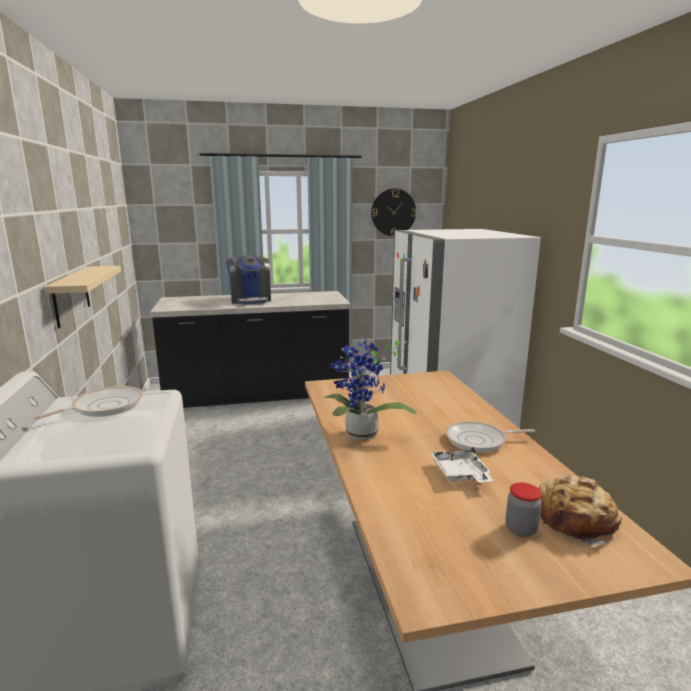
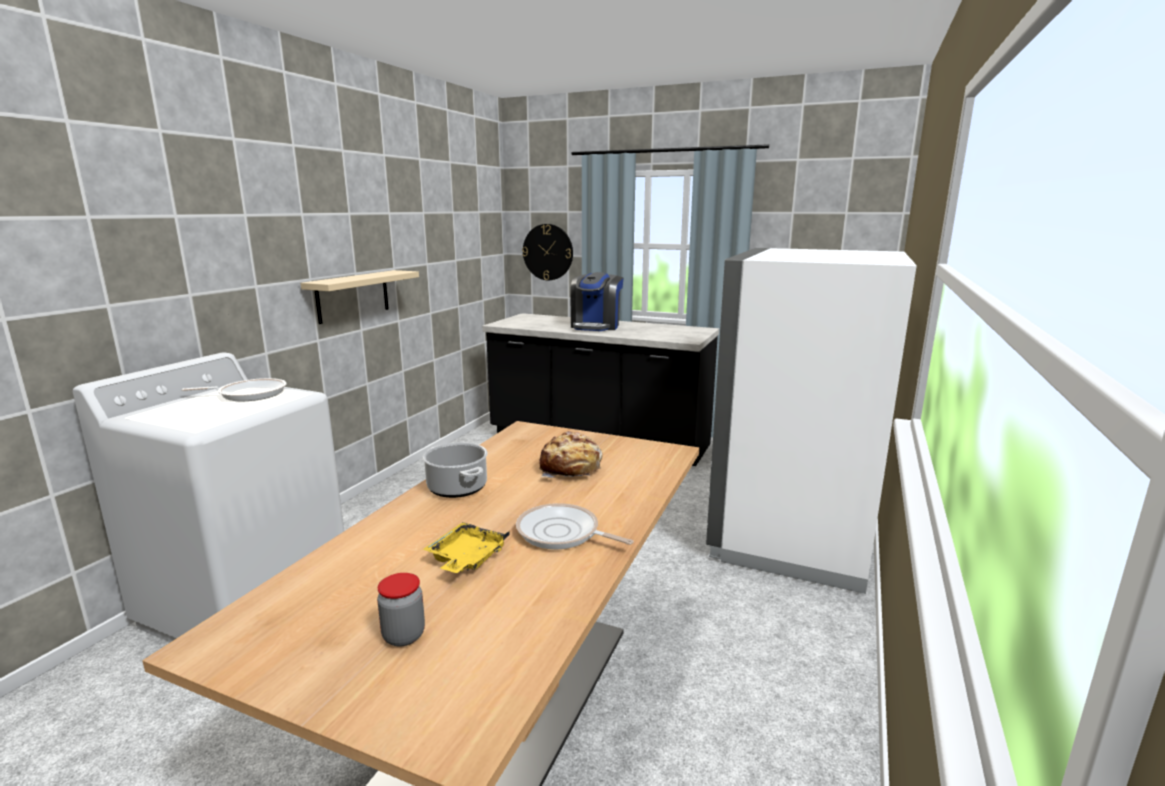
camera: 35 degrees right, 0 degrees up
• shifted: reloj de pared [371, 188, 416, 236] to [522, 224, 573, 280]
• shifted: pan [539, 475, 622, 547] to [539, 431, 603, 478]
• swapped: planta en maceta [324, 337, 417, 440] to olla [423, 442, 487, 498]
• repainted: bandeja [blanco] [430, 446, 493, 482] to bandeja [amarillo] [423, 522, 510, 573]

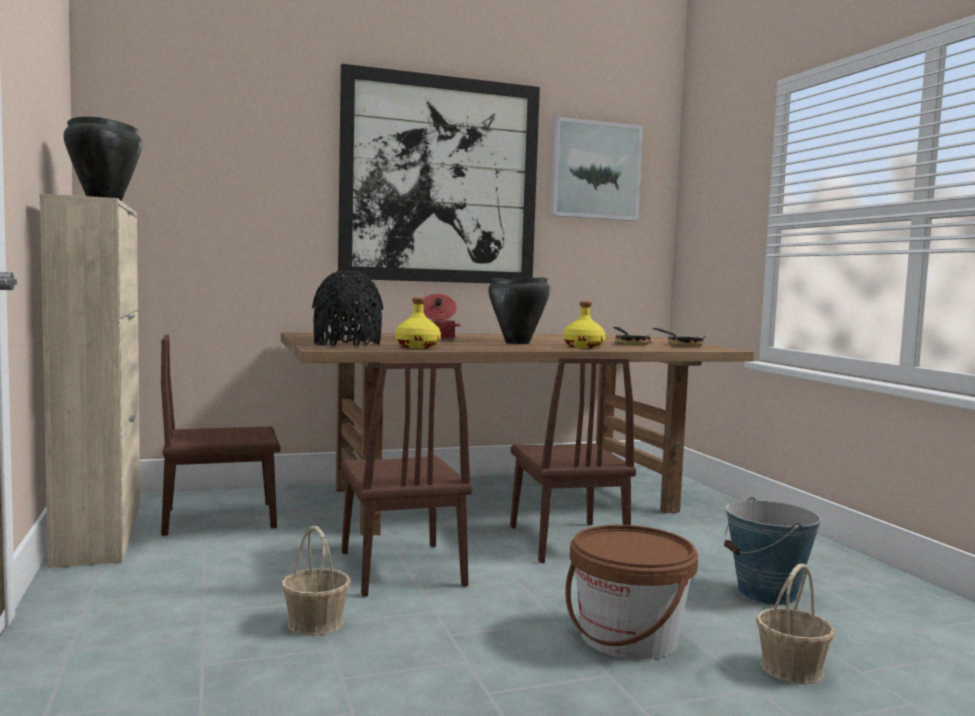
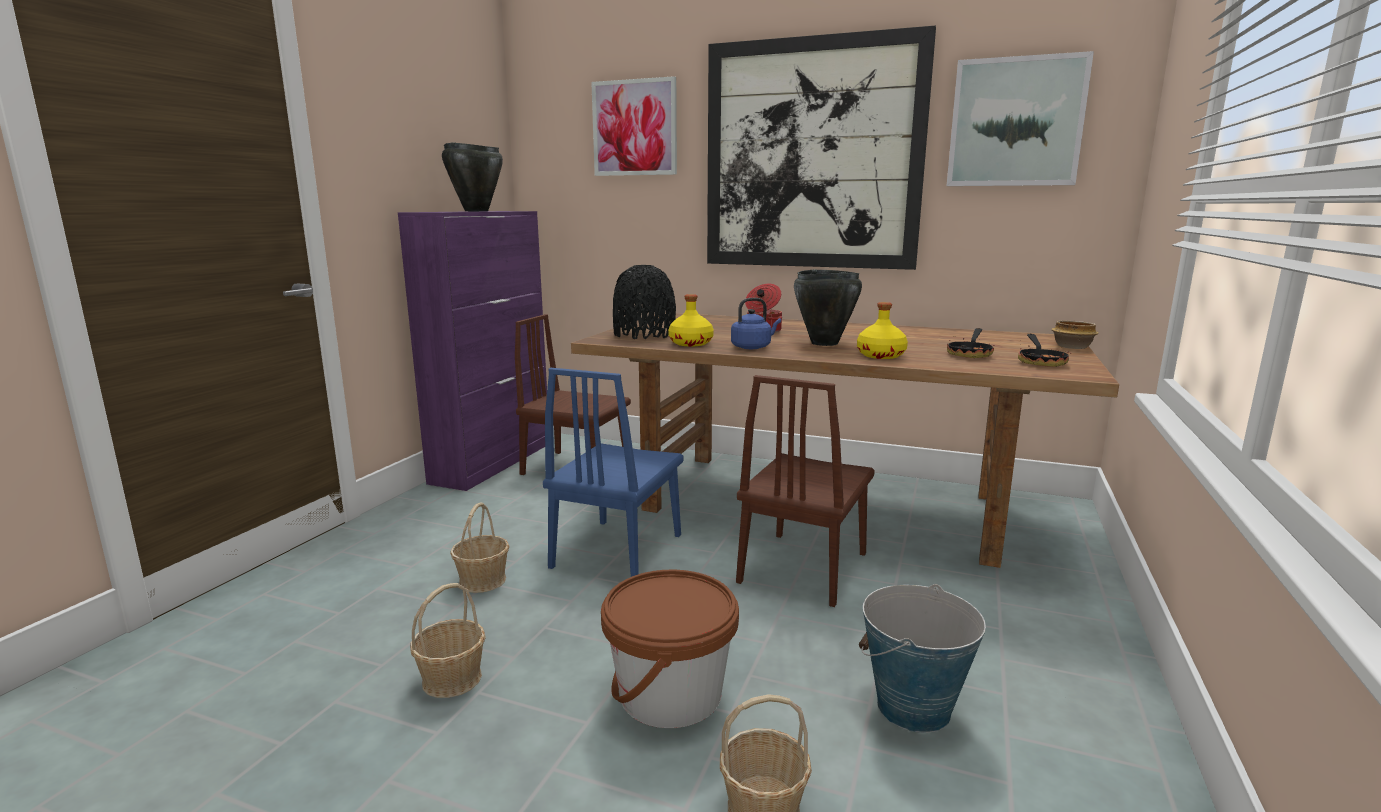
camera: 40 degrees right, 10 degrees up
• new: cesta [410, 583, 486, 698]
• new: cuadro [591, 76, 677, 176]
• new: hervidor [azul] [731, 298, 781, 349]
• new: cuenco [1051, 321, 1099, 349]
• repainted: armario [beis] [39, 194, 140, 568] to armario [morado] [398, 211, 547, 491]
• repainted: silla [marrón] [341, 362, 472, 597] to silla [azul] [543, 368, 683, 577]

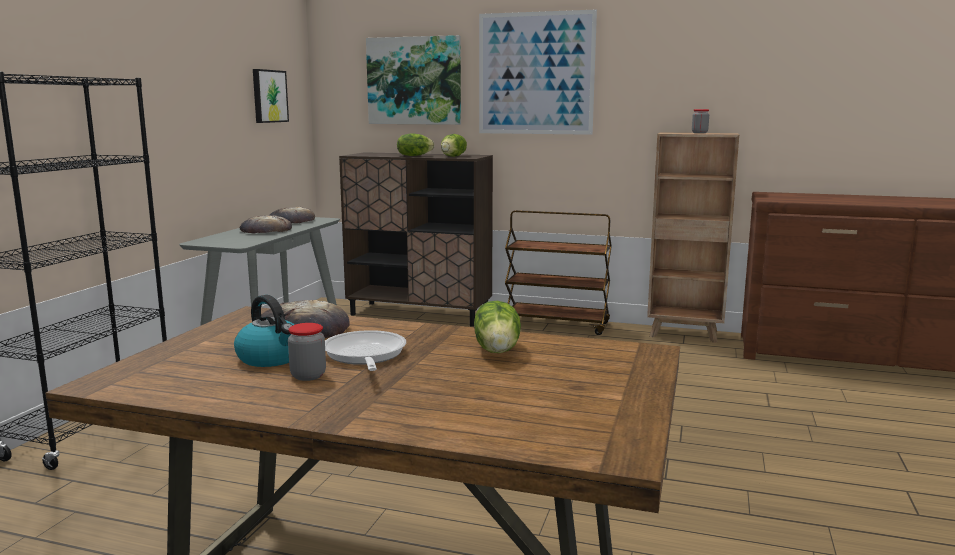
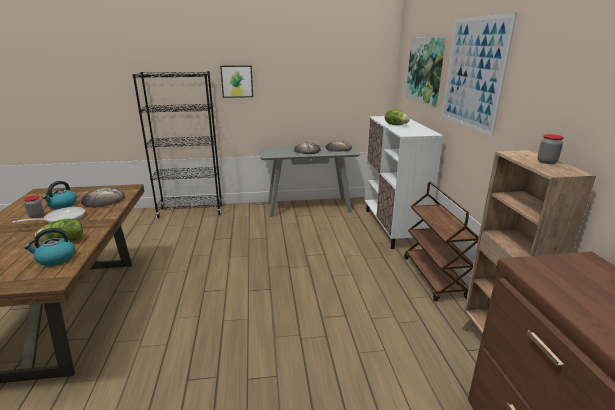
camera: 65 degrees right, 10 degrees up
• gone: lechuga [441, 134, 467, 157]
• new: hervidor [24, 228, 75, 266]
• shifted: cuadro [253, 69, 289, 123] to [220, 65, 253, 98]
• repainted: armario [marrón] [339, 152, 493, 327] to armario [blanco] [364, 116, 443, 249]

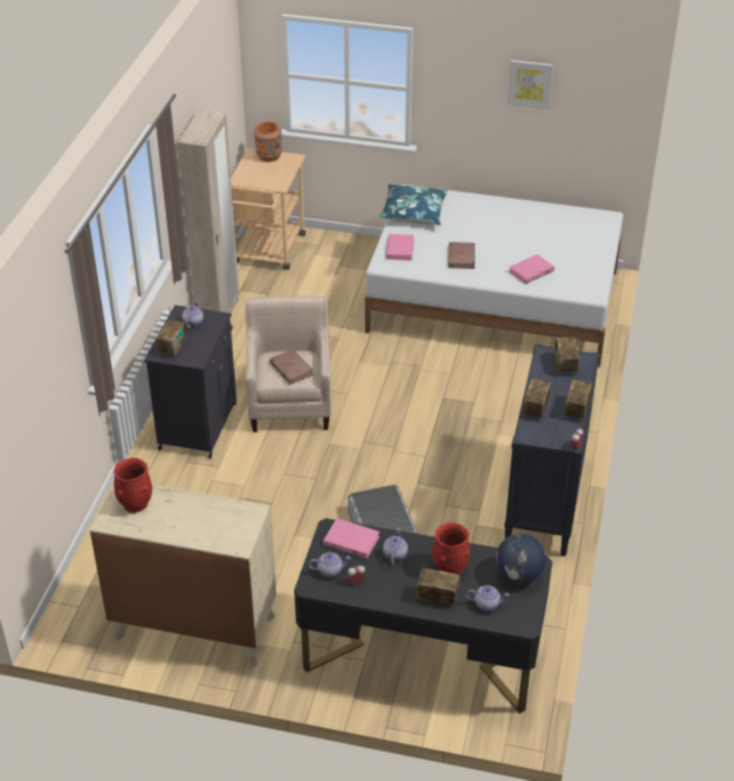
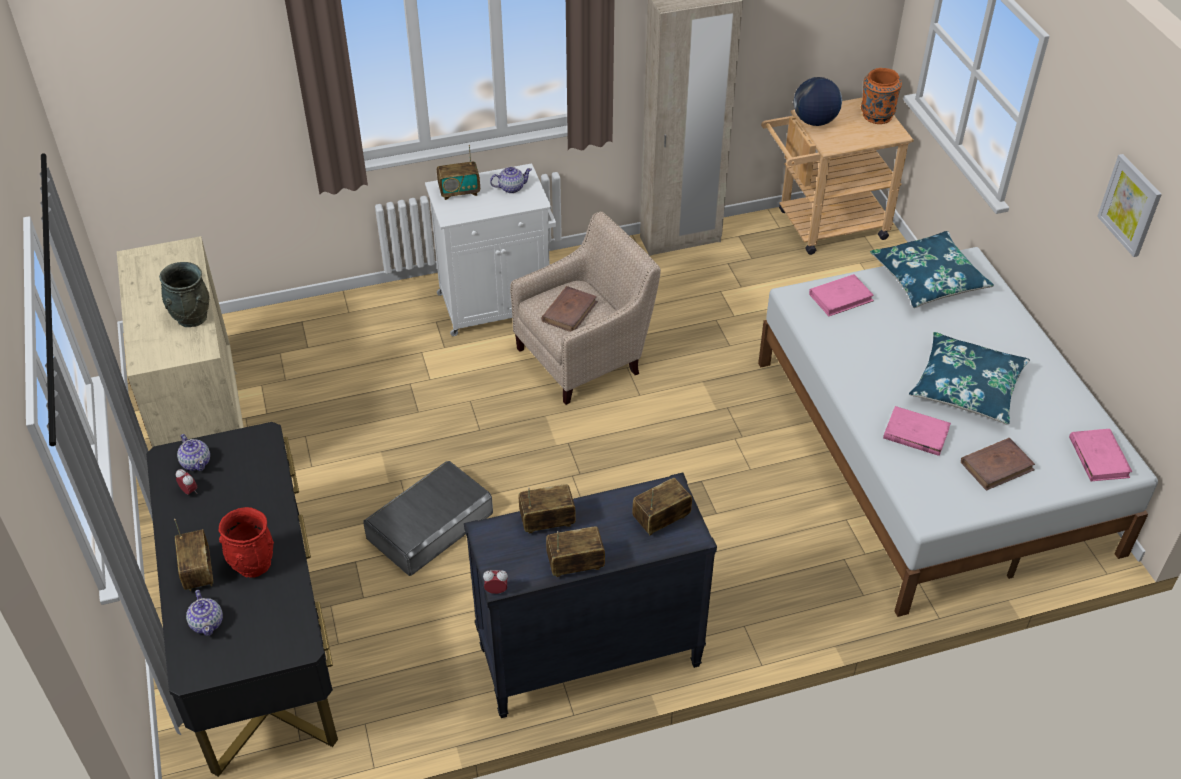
camera: 60 degrees right, 5 degrees up
• gone: florero [rojo] [114, 458, 152, 513]
• gone: tetera [383, 528, 408, 564]
• new: florero [gris] [159, 262, 209, 327]
• new: cojín [azul] [909, 332, 1030, 425]
• shifted: libro [rosa] [323, 518, 380, 559] to [1069, 429, 1133, 481]
• shifted: libro [marrón] [448, 242, 475, 269] to [961, 438, 1035, 491]
• shifted: globo terráqueo [496, 533, 546, 584] to [794, 77, 842, 126]
• repainted: armario [negro] [144, 305, 237, 459] to armario [blanco] [425, 163, 556, 336]

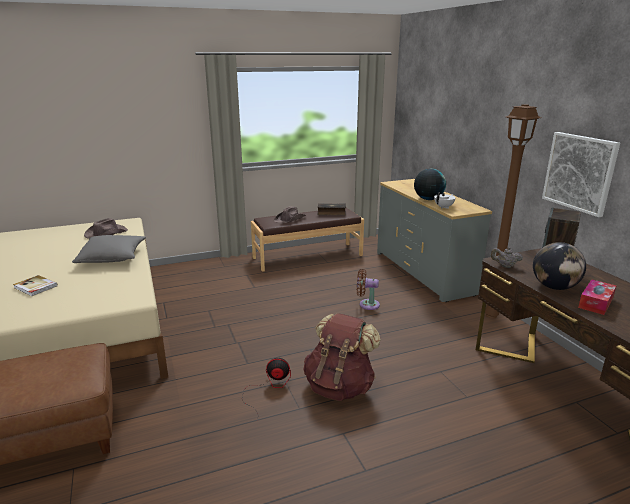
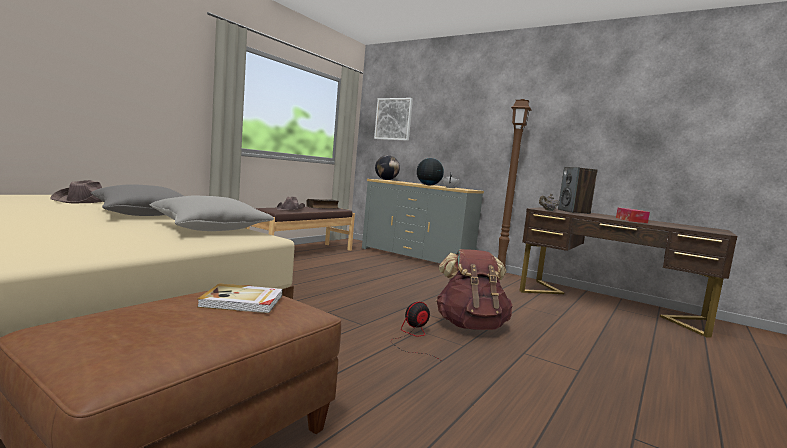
camera: 35 degrees left, 15 degrees down
• gone: ventilador [marrón] [357, 269, 380, 310]
• new: cojín [gris] [149, 196, 274, 231]
• shifted: libro [13, 275, 58, 296] to [197, 283, 283, 313]
• shifted: globo terráqueo [533, 242, 586, 290] to [375, 155, 400, 180]
• shifted: cuadro [542, 132, 620, 217] to [374, 98, 413, 141]

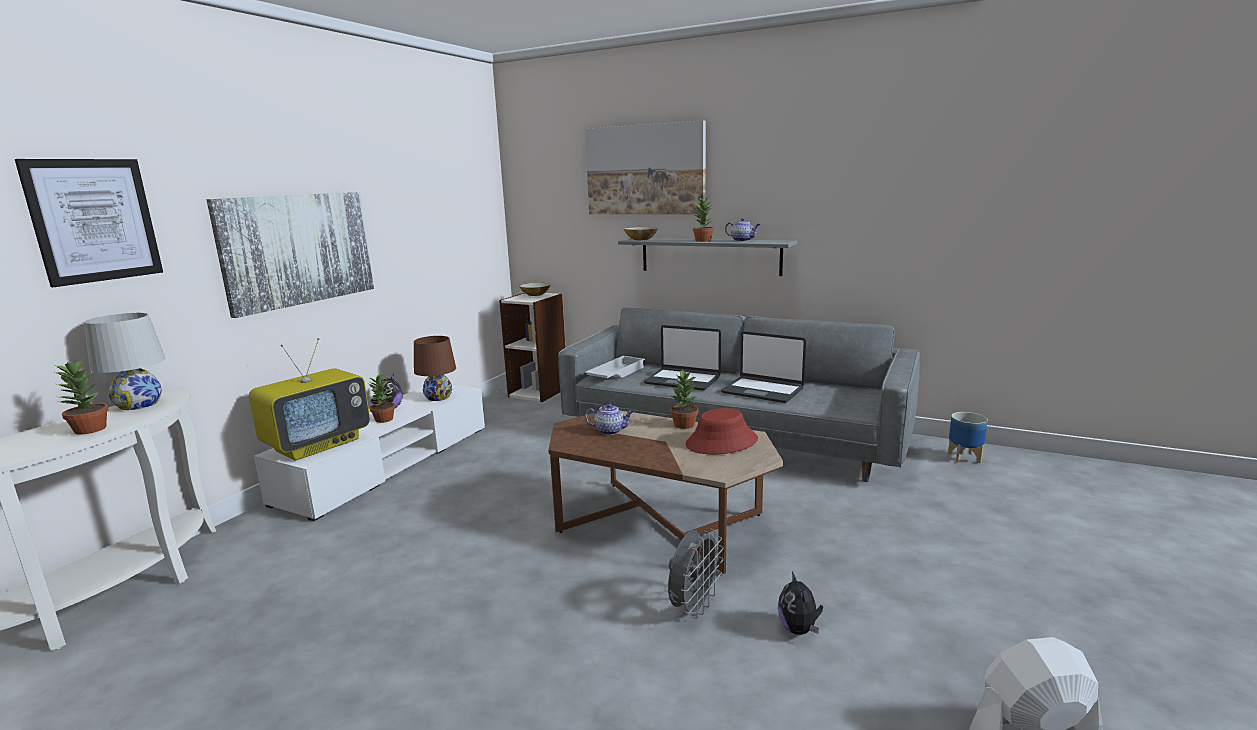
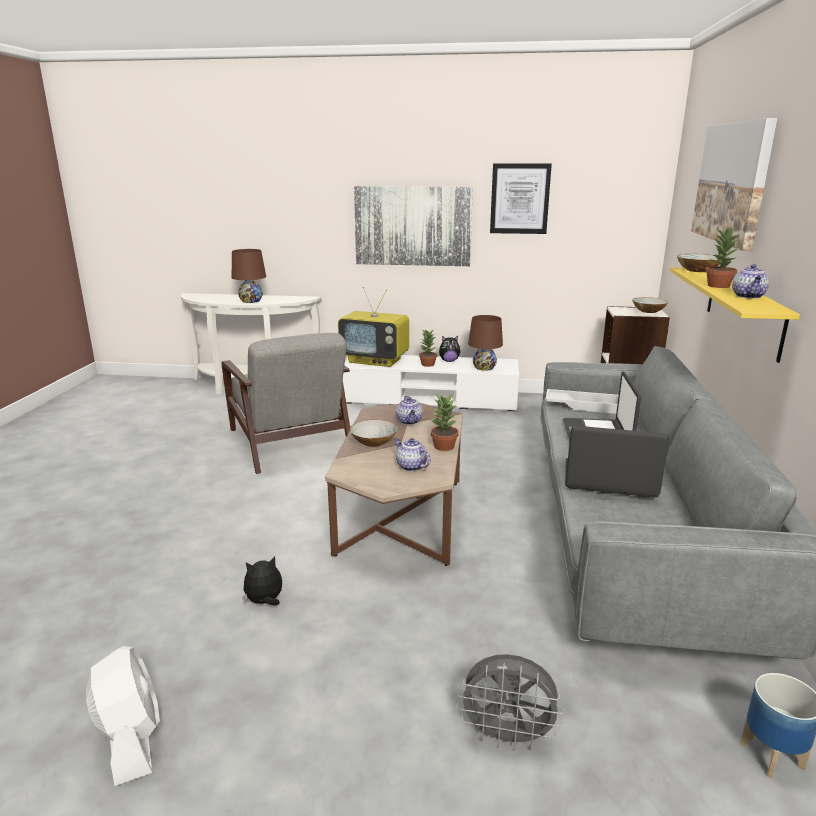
camera: 70 degrees right, 5 degrees up
• gone: lámpara de mesa [blanco] [84, 313, 165, 410]
• new: sillón [gris] [222, 333, 350, 474]
• new: cuenco [350, 420, 397, 447]
• shifted: cuadro [15, 159, 163, 287] to [490, 163, 552, 234]
• shifted: ventilador [gris] [668, 529, 724, 619] to [456, 654, 565, 751]
• swapped: planta en maceta [55, 358, 109, 435] to lámpara de mesa [marrón] [232, 249, 266, 303]
• swapped: sombrero [rojo] [685, 408, 758, 454] to tetera [394, 438, 430, 471]
• repainted: estante [gris] [618, 238, 797, 276] to estante [amarillo] [670, 267, 800, 363]
• rotated: portátil [721, 331, 806, 403] = [565, 426, 669, 498] 90 degrees clockwise

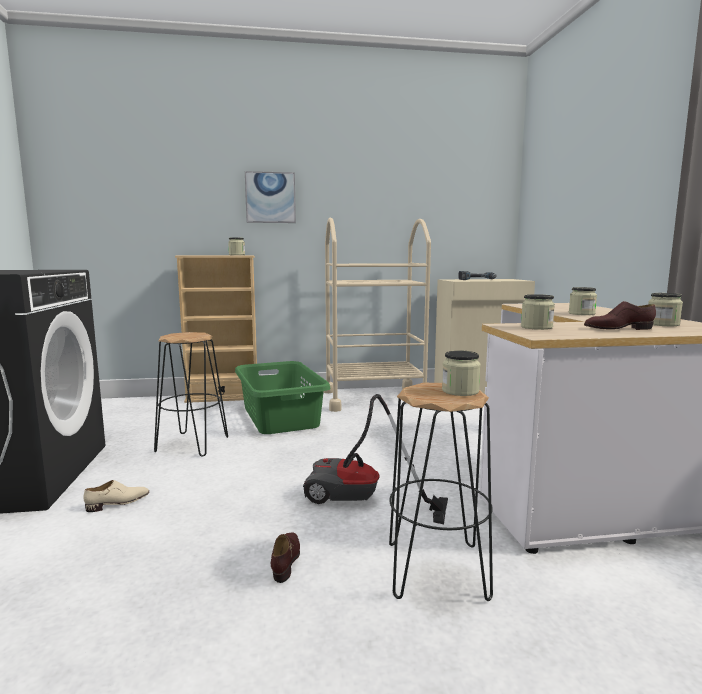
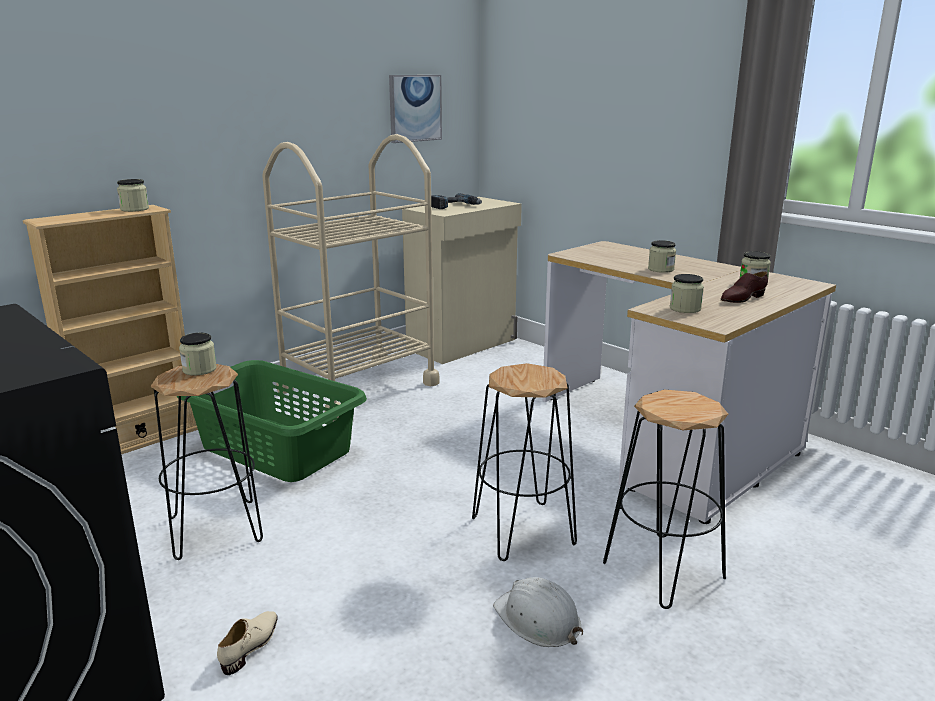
camera: 35 degrees left, 10 degrees up
• shifted: cuadro [245, 171, 296, 223] to [389, 75, 442, 143]
• shifted: tarro [442, 351, 481, 396] to [179, 333, 217, 375]
• swapped: zapato [marrón] [271, 532, 300, 583] to casco [blanco] [493, 577, 583, 647]
• swapped: aspiradora [303, 394, 448, 524] to taburete [negro] [472, 363, 577, 561]

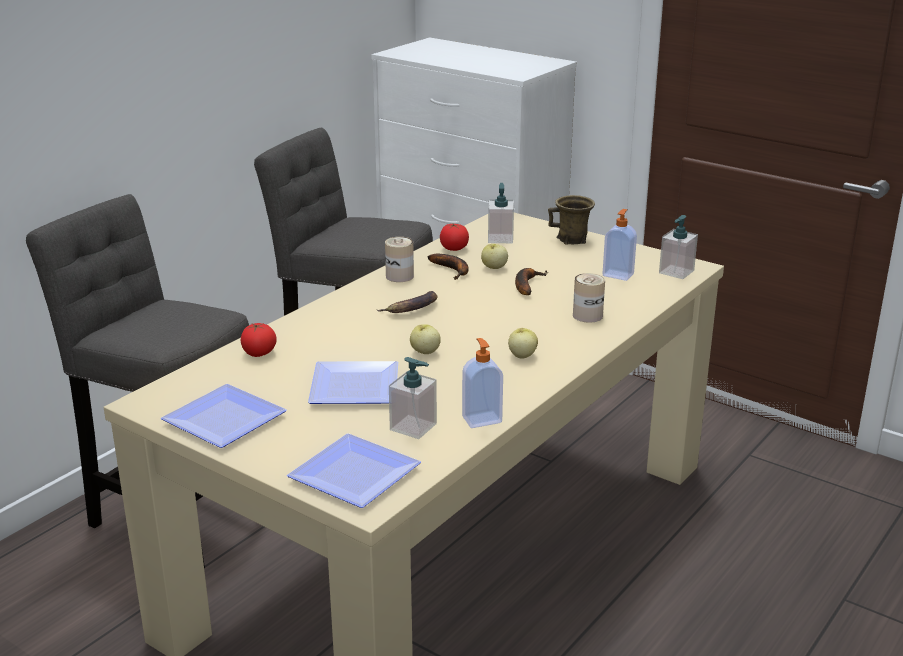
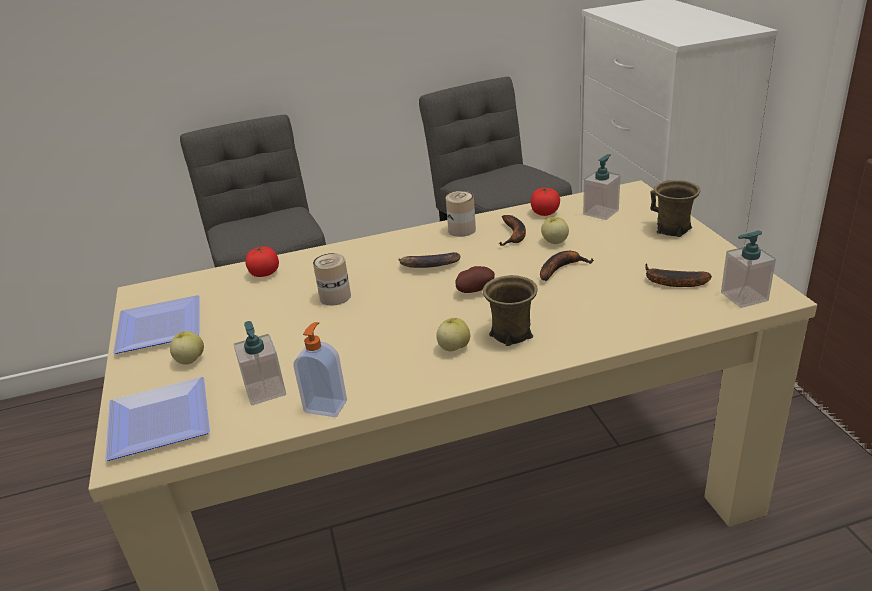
camera: 40 degrees right, 5 degrees up
• gone: plato [308, 361, 398, 404]
• new: patata [455, 266, 495, 293]
• new: taza grande [marrón] [483, 275, 538, 346]
• shifted: manzana [410, 324, 441, 354] to [170, 331, 204, 365]
• shifted: lata [573, 273, 605, 323] to [313, 253, 351, 306]
• swapped: dispensador de jabón [602, 209, 637, 281] to plátano [645, 264, 712, 287]

